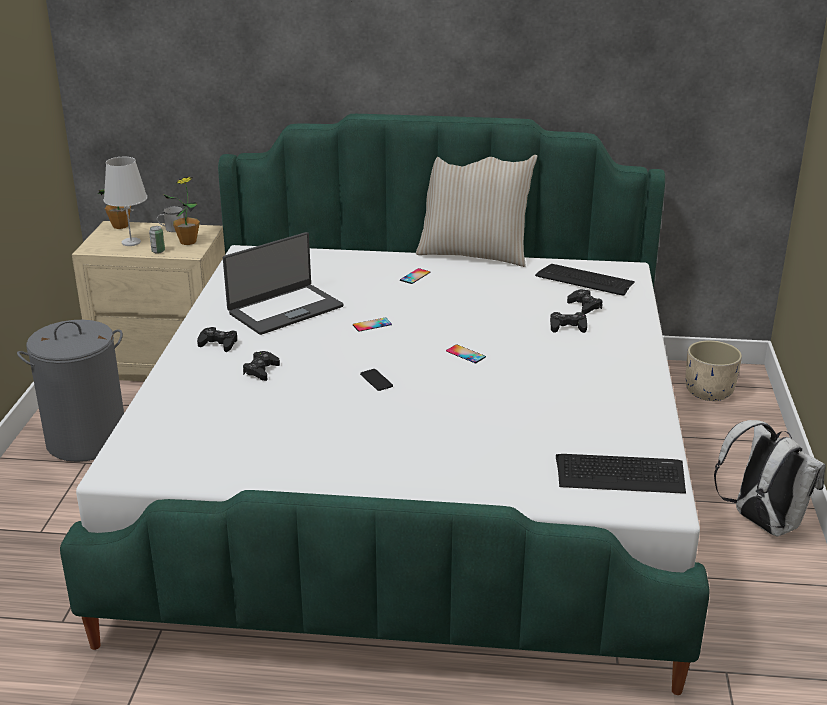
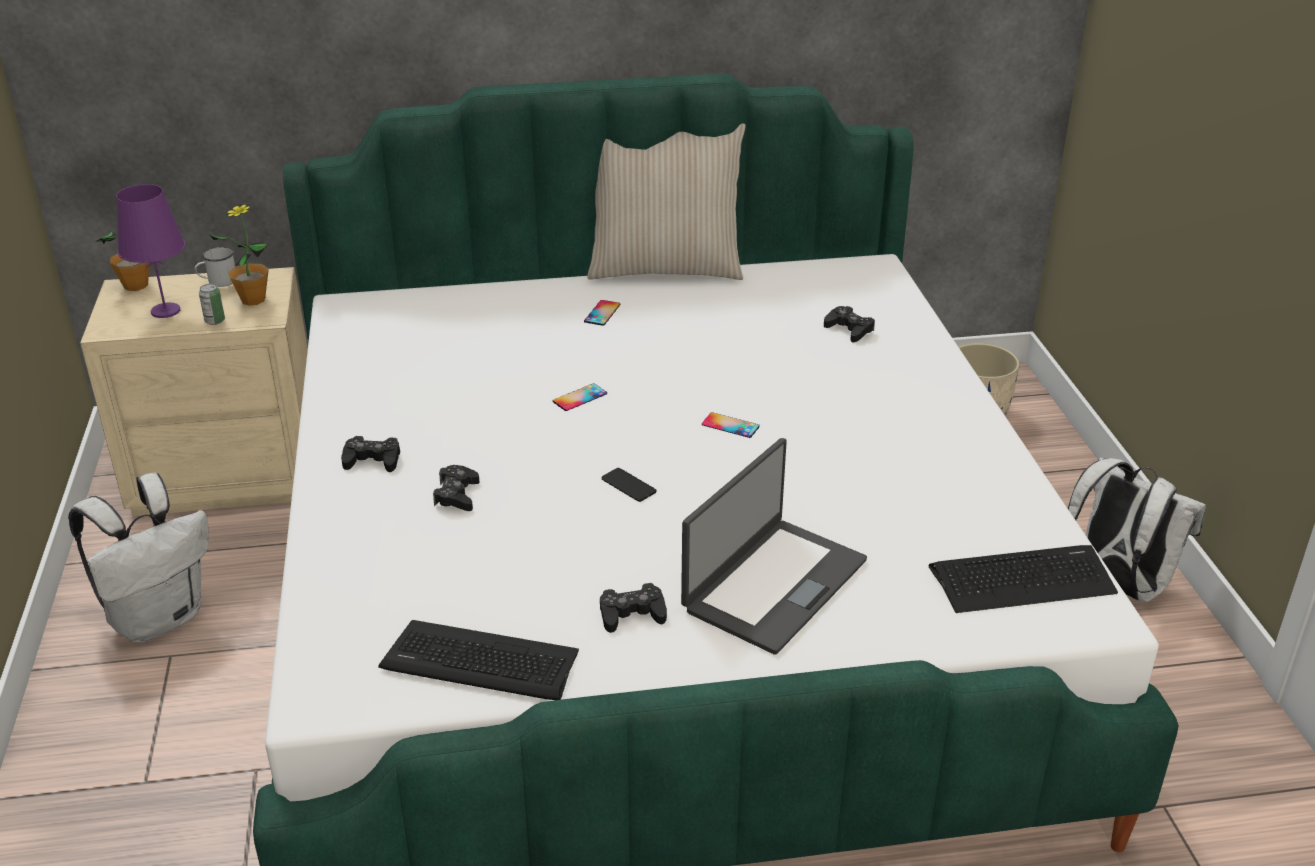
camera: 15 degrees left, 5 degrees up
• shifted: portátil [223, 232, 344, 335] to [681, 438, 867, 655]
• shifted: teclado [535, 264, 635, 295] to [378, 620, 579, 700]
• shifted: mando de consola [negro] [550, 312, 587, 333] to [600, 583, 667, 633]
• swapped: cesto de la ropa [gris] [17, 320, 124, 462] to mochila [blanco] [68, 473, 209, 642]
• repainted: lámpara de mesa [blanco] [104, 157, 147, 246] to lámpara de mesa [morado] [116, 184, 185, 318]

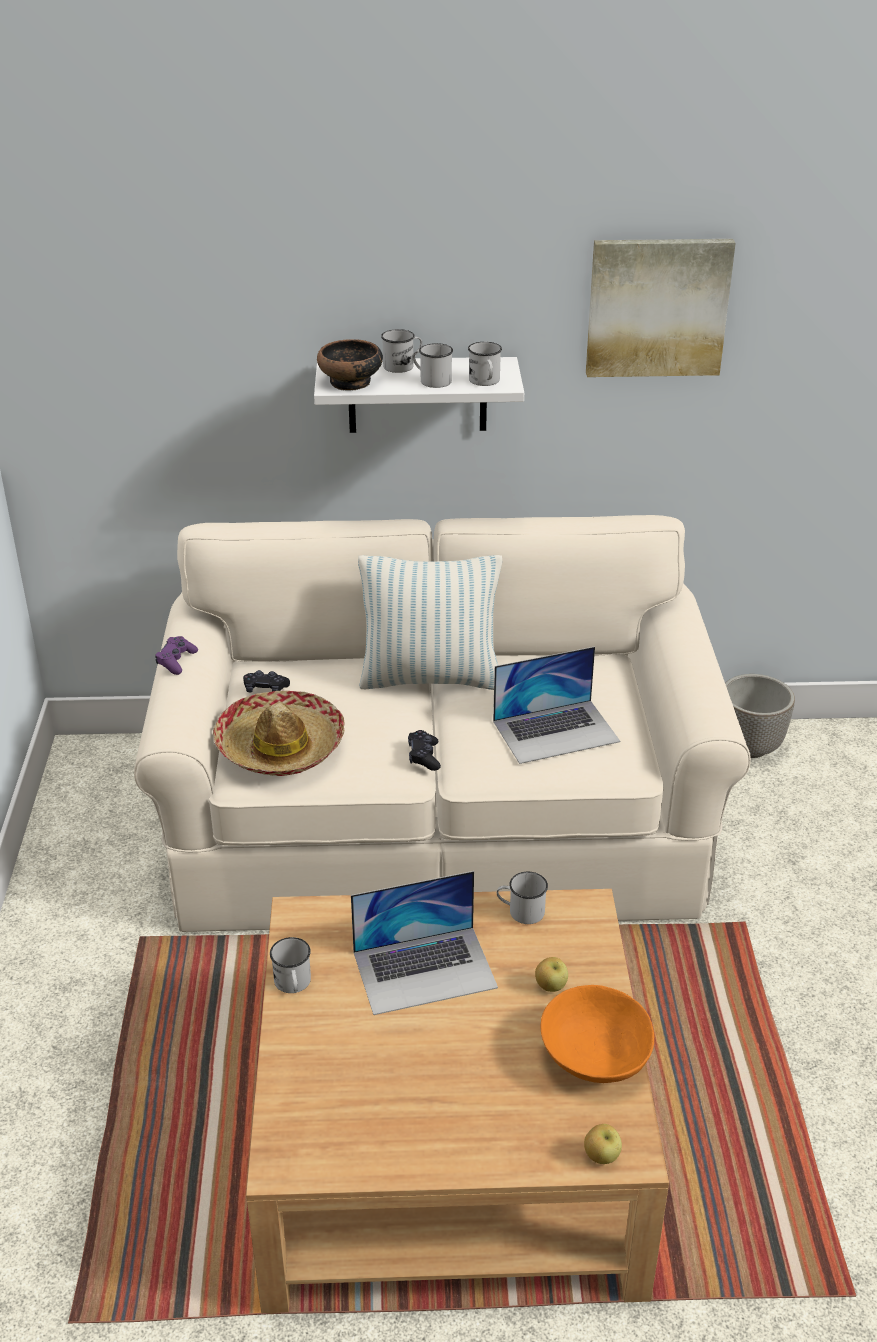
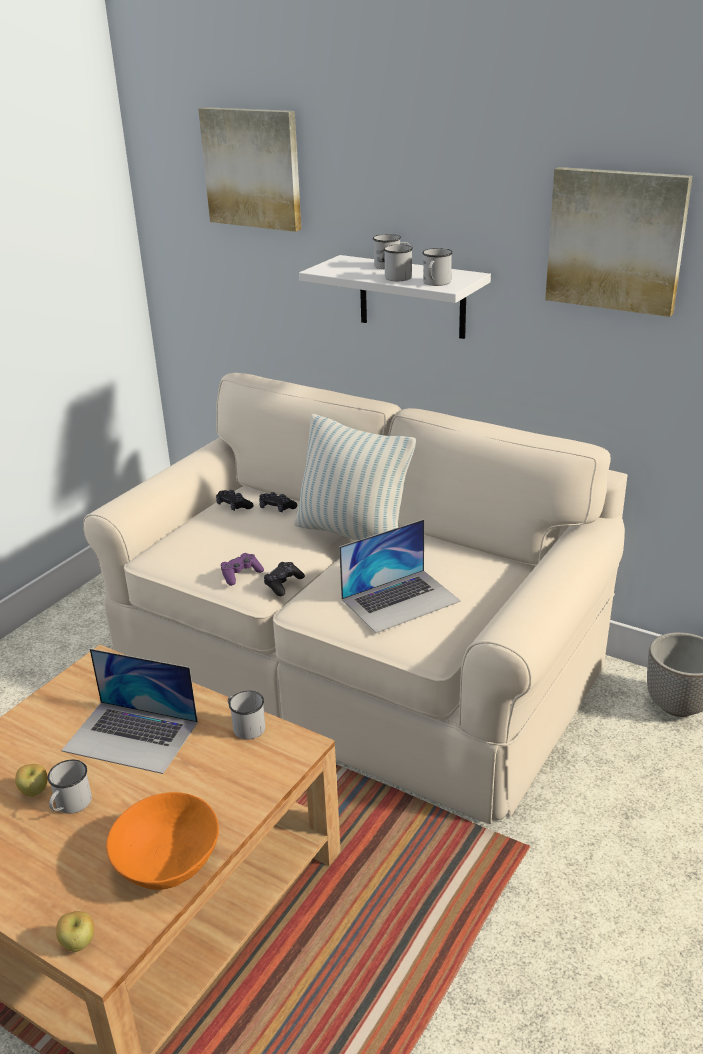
camera: 35 degrees right, 5 degrees down
• gone: sombrero [213, 691, 345, 776]
• gone: cuenco [317, 339, 383, 391]
• new: cuadro [198, 107, 302, 232]
• new: mando de consola [negro] [259, 492, 297, 512]
• shifted: mando de consola [morado] [155, 636, 198, 675] to [221, 553, 264, 586]
• shifted: taza grande [blanco] [270, 937, 311, 993] to [48, 760, 92, 814]
• shifted: manzana [535, 957, 568, 992] to [15, 764, 48, 797]
• rotated: portátil [493, 646, 620, 764] = [339, 519, 461, 633] 45 degrees counterclockwise

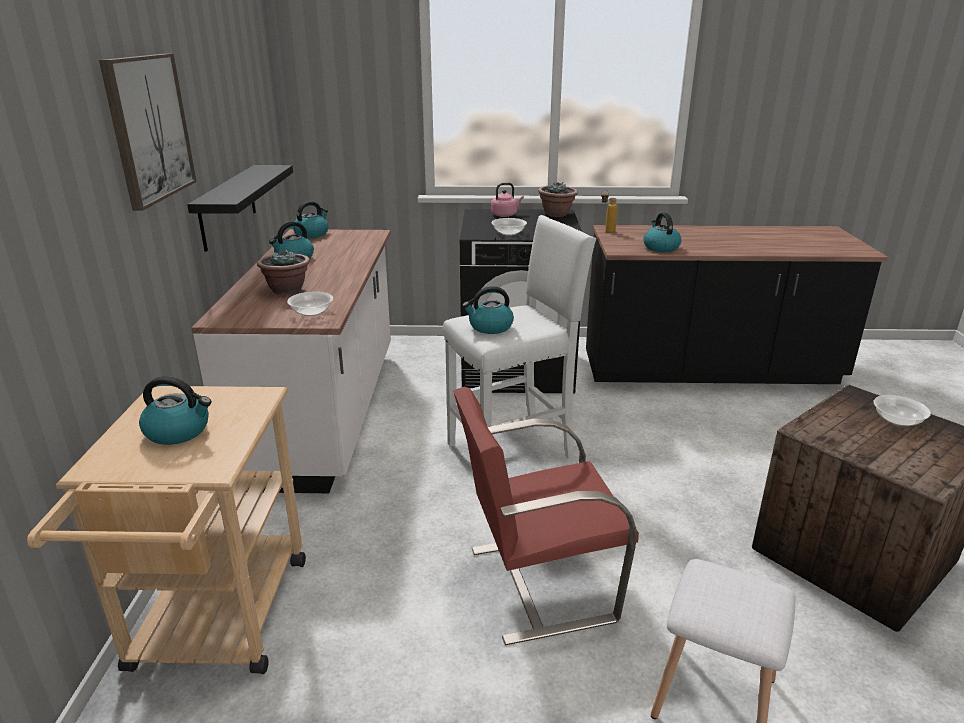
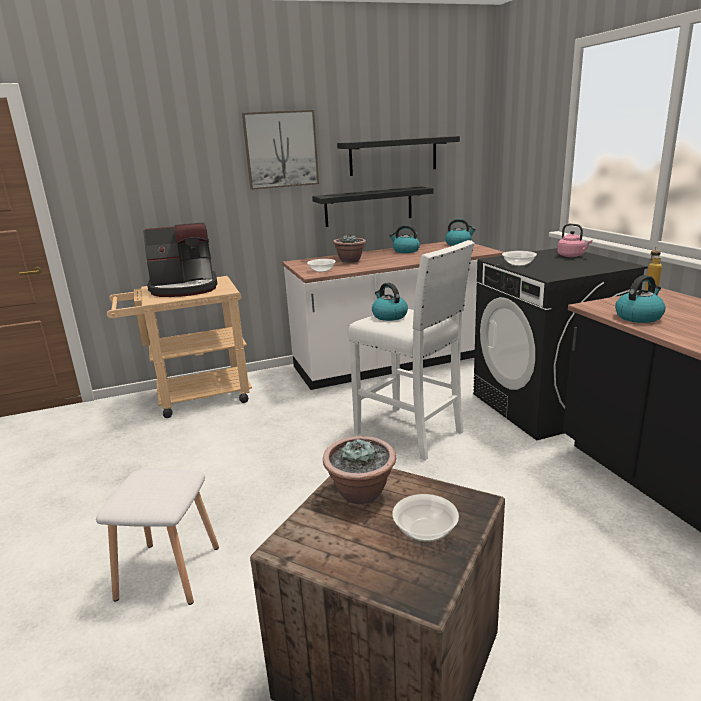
camera: 70 degrees right, 5 degrees down
• gone: silla [rojo] [453, 387, 639, 645]
• new: estante [negro] [337, 136, 460, 176]
• shifted: planta en maceta [538, 183, 578, 217] to [323, 436, 396, 505]
• swapped: hervidor [139, 376, 211, 445] to cafetera [143, 222, 217, 297]

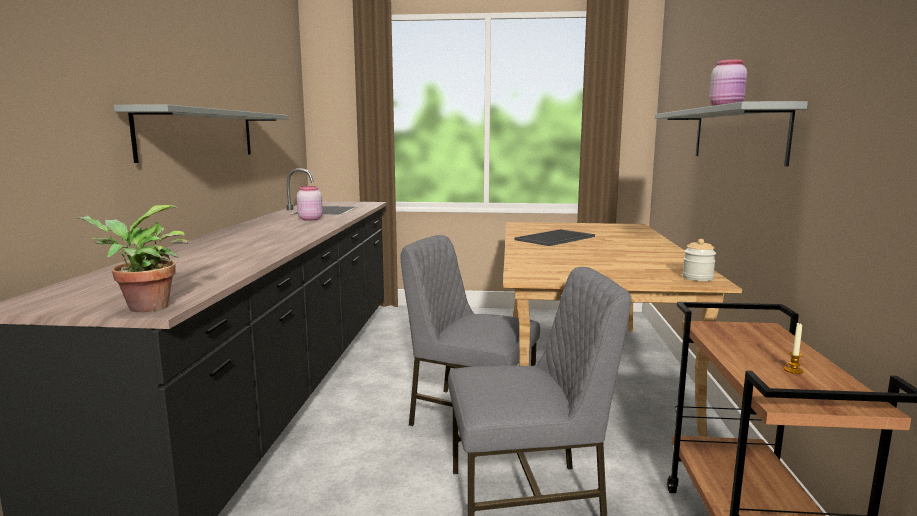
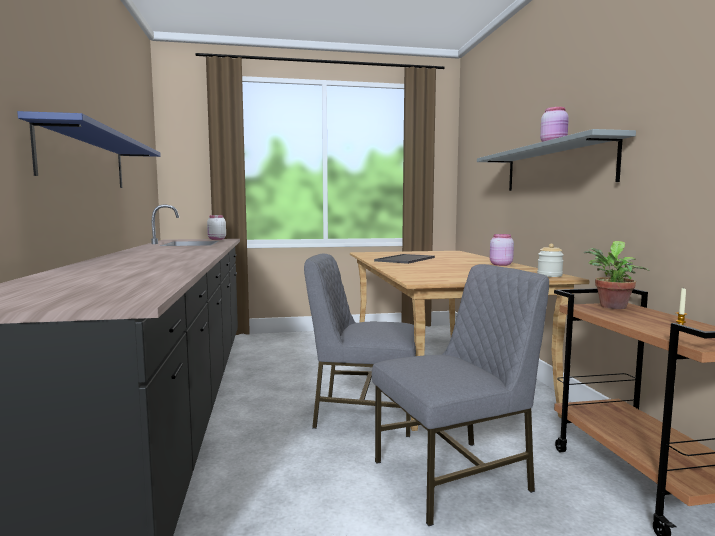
camera: 15 degrees left, 5 degrees down
• new: tarro [blanco] [207, 215, 226, 240]
• shifted: planta en maceta [77, 205, 189, 312] to [584, 241, 650, 309]
• shifted: tarro [rosa] [297, 186, 323, 221] to [490, 234, 514, 266]
• repainted: estante [gris] [114, 104, 289, 163] to estante [azul] [17, 111, 161, 188]

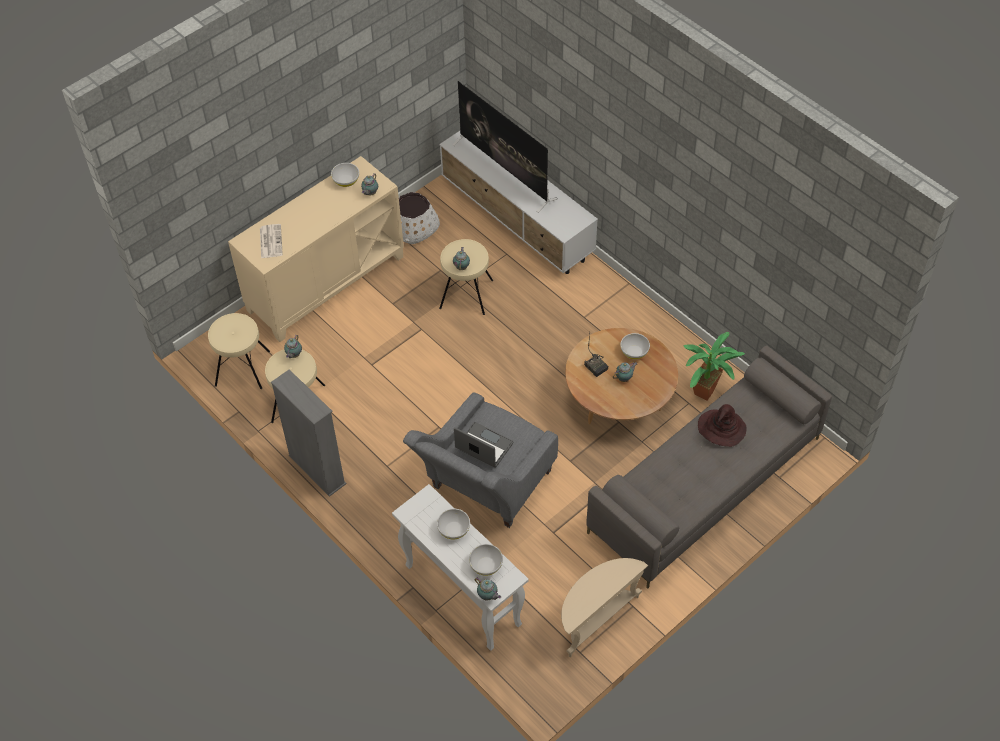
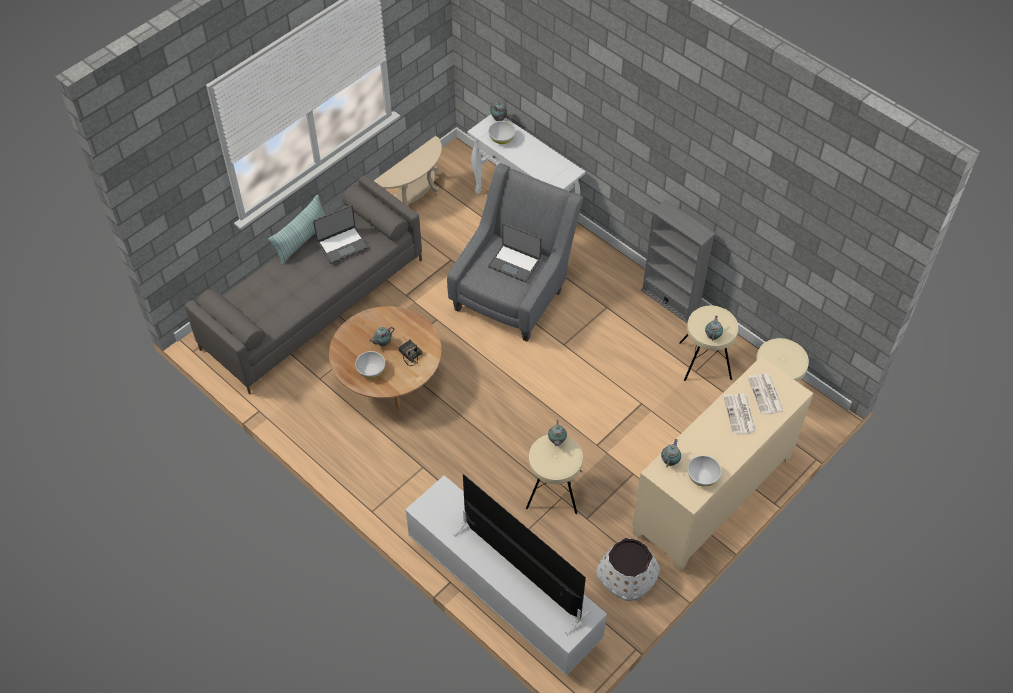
camera: 175 degrees right, 0 degrees up
• gone: cuenco [blanco] [437, 509, 470, 539]
• gone: planta en maceta [684, 332, 745, 401]
• gone: sombrero [marrón] [698, 404, 747, 447]
• new: cojín [268, 194, 325, 265]
• new: portátil [313, 205, 369, 264]
• new: periódico [724, 393, 756, 434]

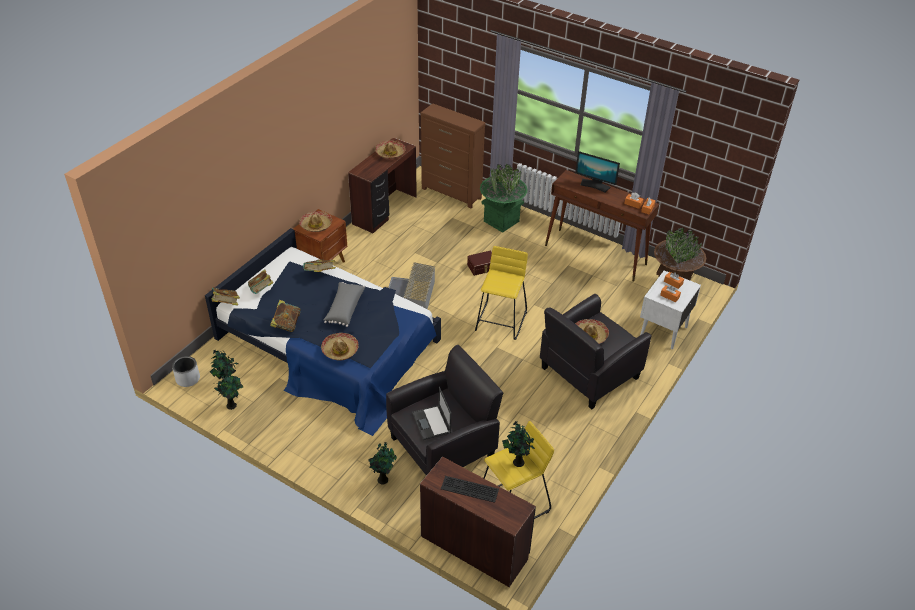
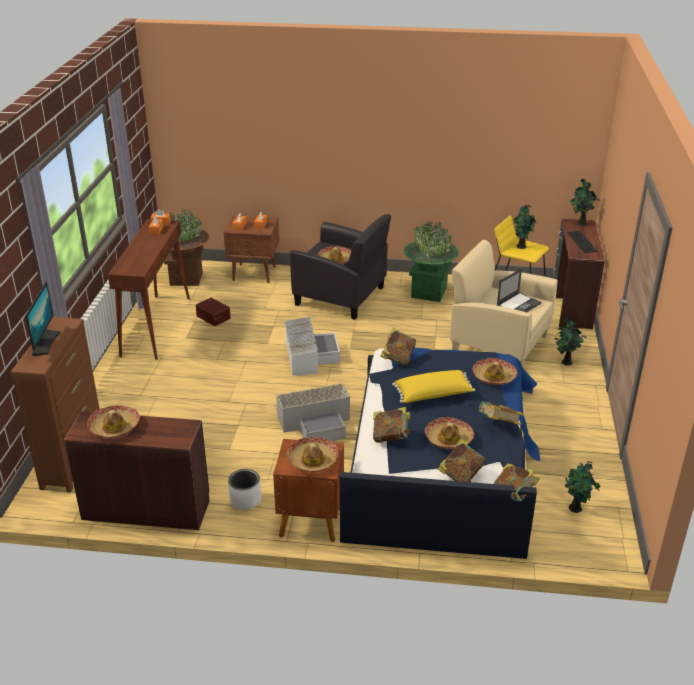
camera: 115 degrees left, 10 degrees down
• new: libro [380, 328, 416, 366]
• new: sombrero [425, 417, 474, 449]
• shifted: maceta [blanco] [172, 356, 200, 387] to [228, 469, 261, 510]
• shifted: planta en maceta [214, 369, 244, 410] to [570, 178, 600, 226]
• shifted: caja de almacenaje [marrón] [467, 251, 492, 276] to [196, 297, 231, 326]
• shifted: maceta [verde] [480, 164, 527, 233] to [404, 221, 459, 302]
• shifted: monitor [575, 151, 620, 192] to [25, 282, 60, 356]
• swapped: taburete [amarillo] [475, 246, 528, 340] to caja de almacenaje [blanco] [284, 317, 340, 376]
• repainted: cojín [gris] [323, 282, 365, 327] to cojín [amarillo] [392, 370, 475, 403]
• repainted: sillón [negro] [386, 345, 504, 476] to sillón [beis] [450, 240, 558, 367]
• repainted: mesita de noche [blanco] [640, 270, 701, 349] to mesita de noche [marrón] [224, 216, 279, 283]

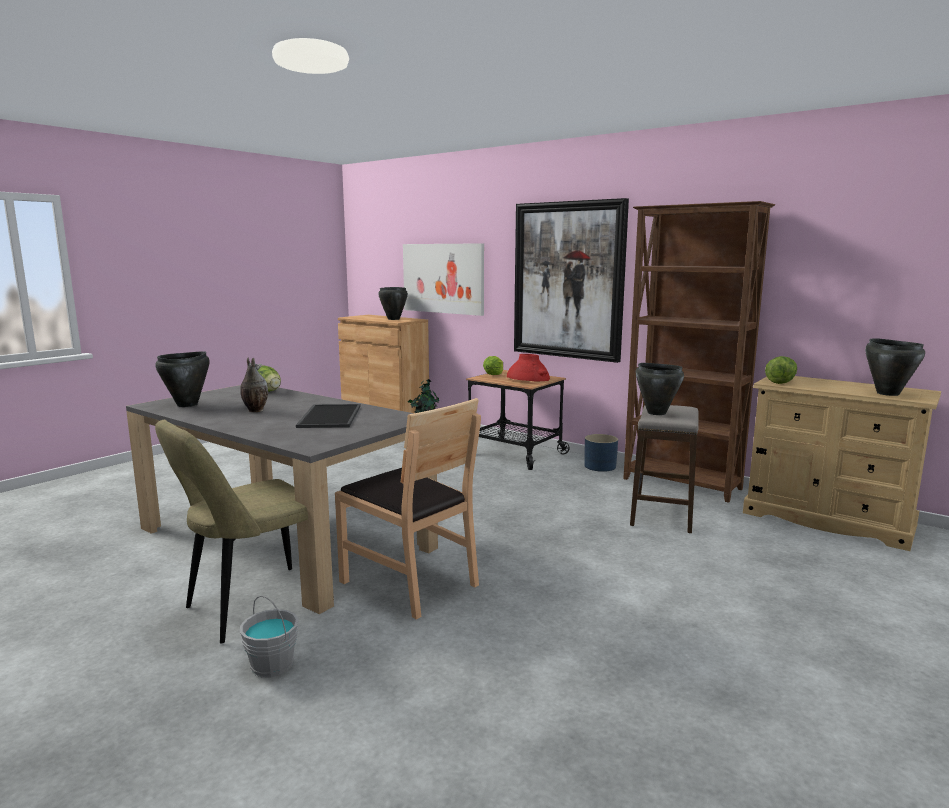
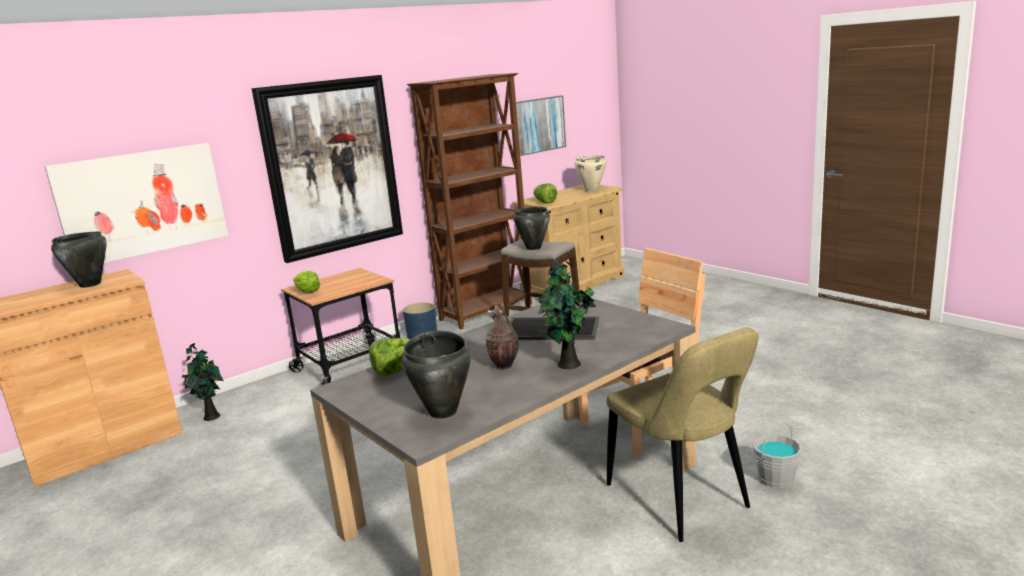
camera: 75 degrees left, 5 degrees up
• gone: florero [rojo] [507, 354, 550, 381]
• new: cuadro [516, 96, 566, 156]
• new: planta en maceta [534, 259, 596, 369]
• repainted: olla [negro] [865, 338, 925, 396] to olla [beis] [575, 155, 606, 192]

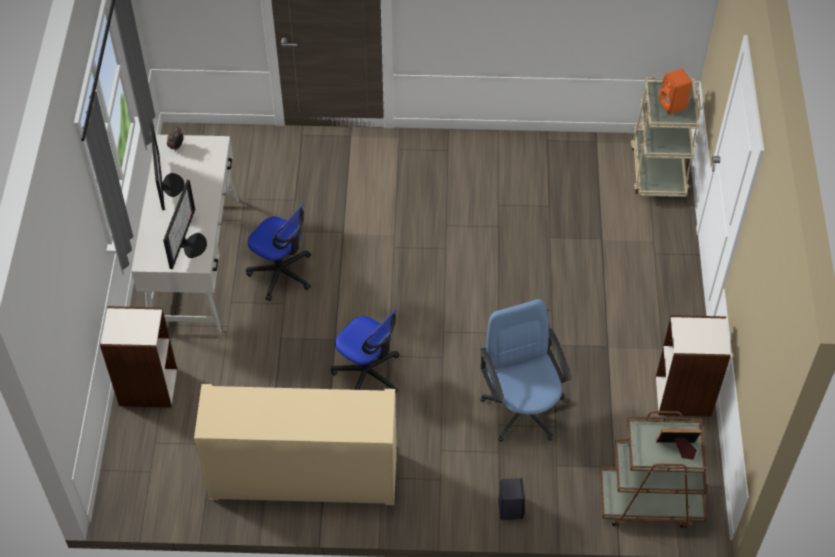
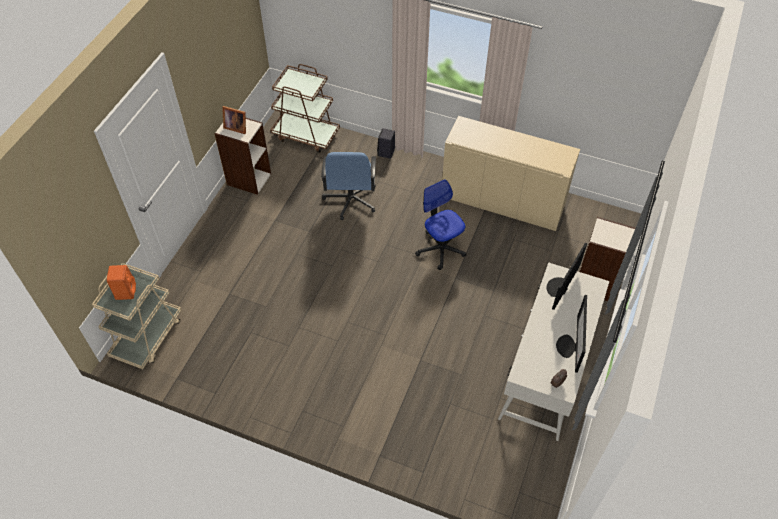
camera: 160 degrees left, 0 degrees up
• gone: silla de oficina [246, 204, 311, 301]
• shifted: portarretratos [656, 429, 701, 460] to [222, 106, 246, 134]

